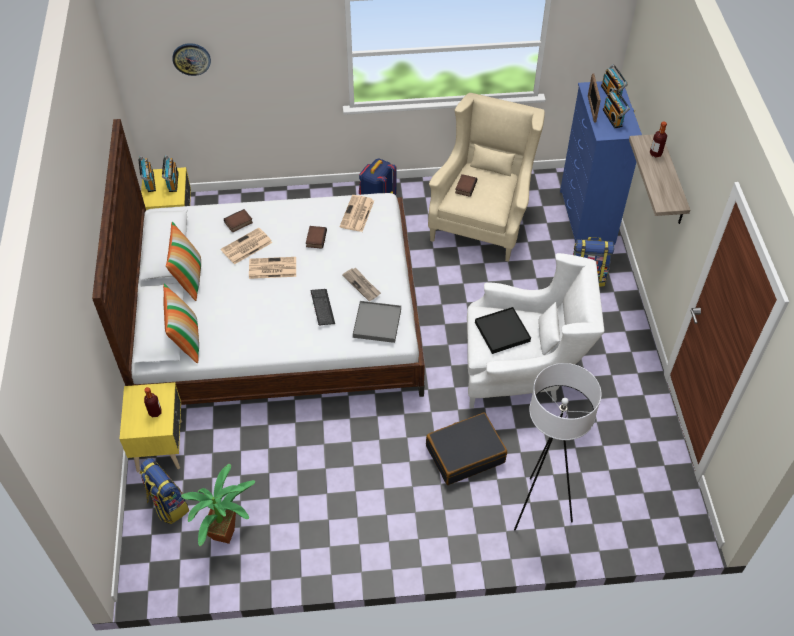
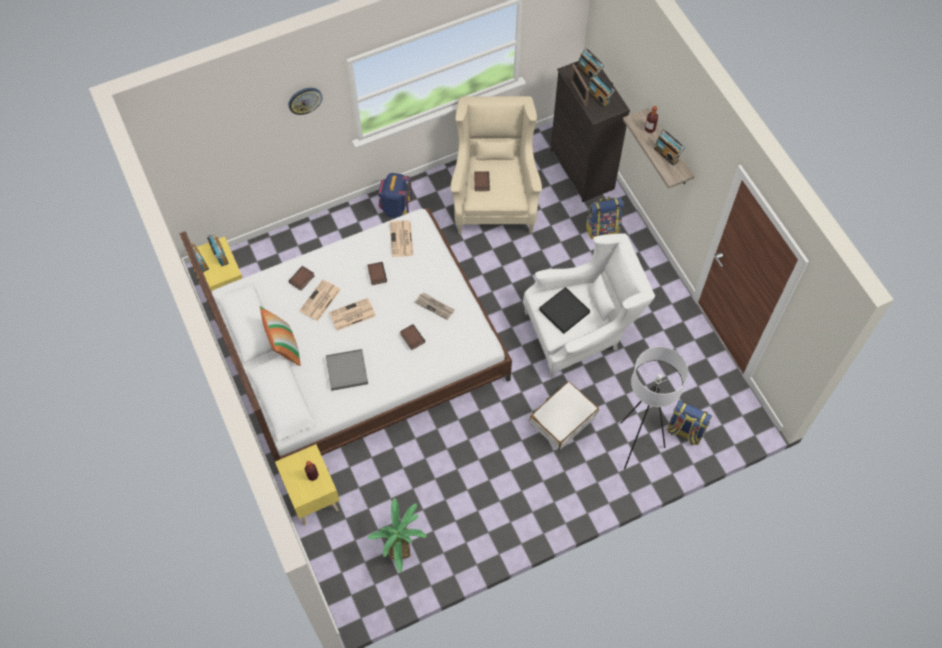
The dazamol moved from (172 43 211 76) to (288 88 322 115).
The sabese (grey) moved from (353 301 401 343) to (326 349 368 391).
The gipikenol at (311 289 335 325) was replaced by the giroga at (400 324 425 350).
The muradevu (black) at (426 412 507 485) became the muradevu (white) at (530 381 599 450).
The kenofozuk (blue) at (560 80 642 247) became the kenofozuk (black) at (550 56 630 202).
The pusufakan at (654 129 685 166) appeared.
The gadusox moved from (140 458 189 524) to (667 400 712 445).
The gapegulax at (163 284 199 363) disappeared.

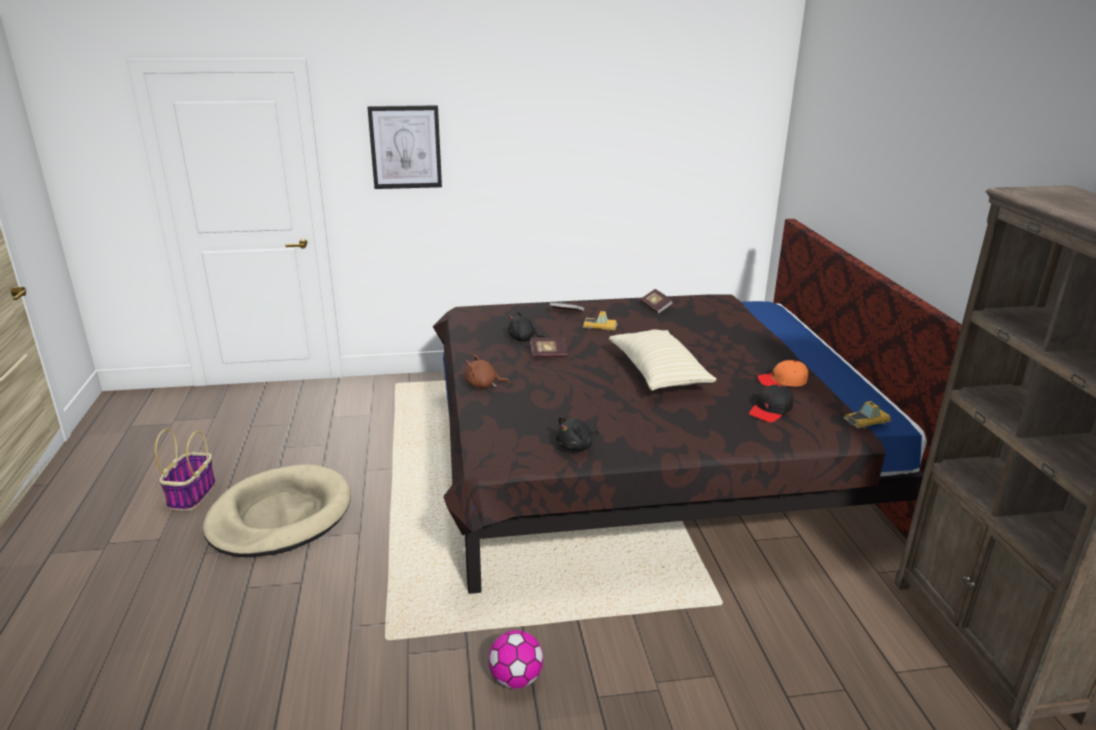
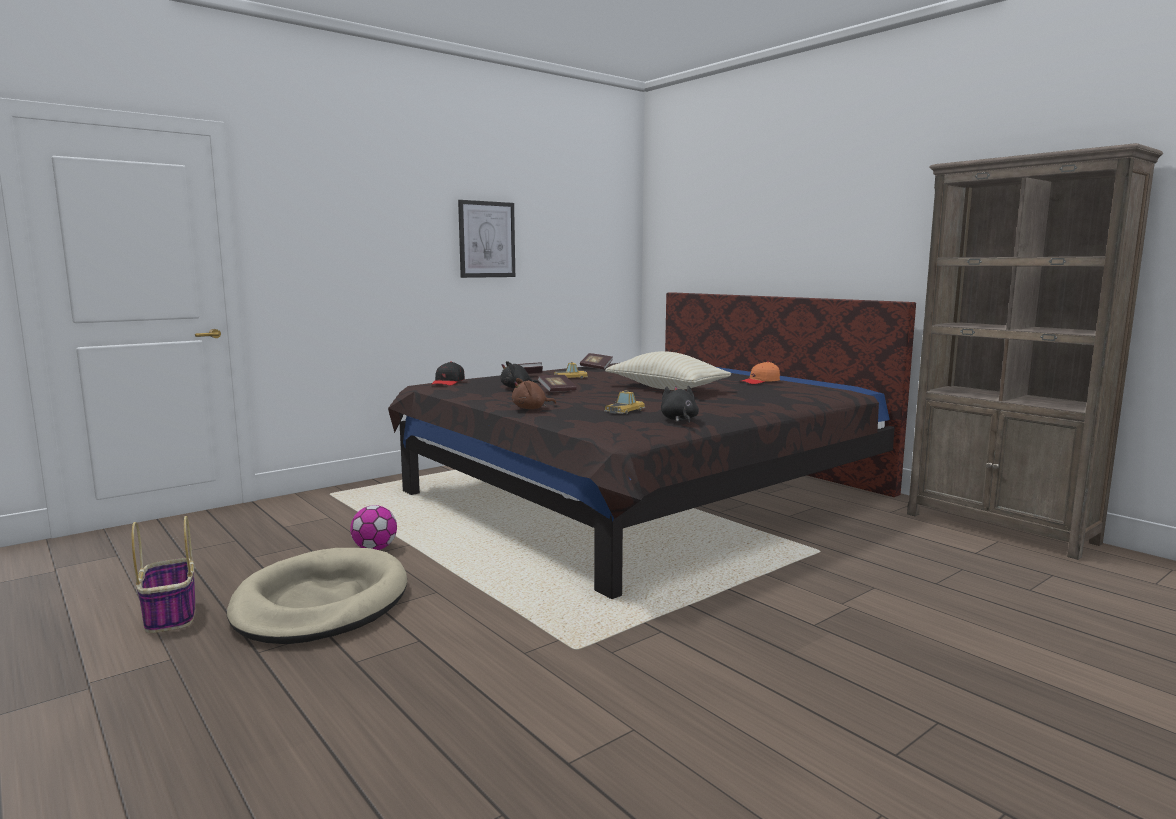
The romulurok moved from (489 630 543 689) to (350 505 397 550).
The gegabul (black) moved from (749 385 794 422) to (431 362 465 386).
The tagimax moved from (367 105 442 189) to (458 200 515 278).
The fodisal moved from (844 401 891 429) to (604 390 645 414).
The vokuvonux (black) at (556 416 599 451) turned 150 degrees clockwise.

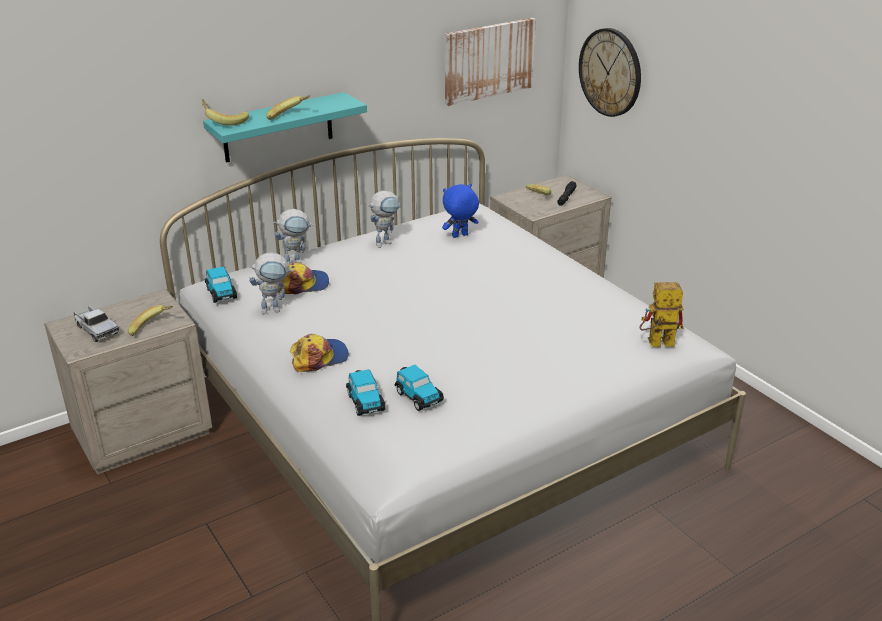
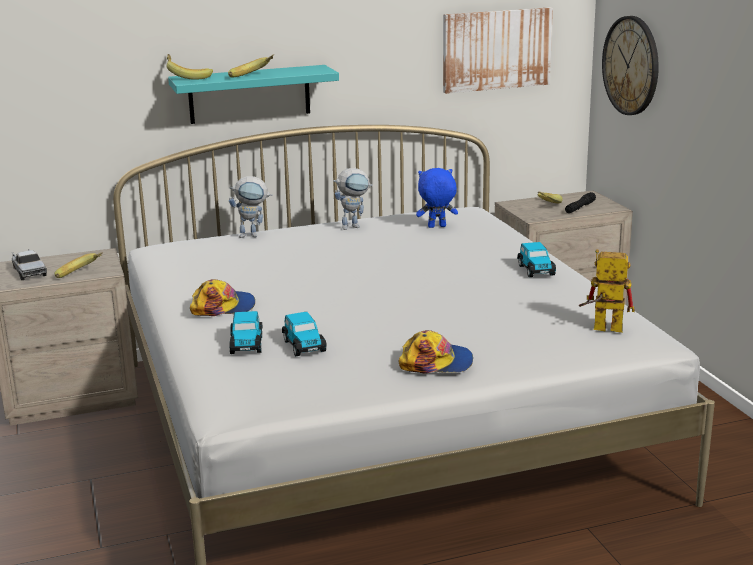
The gegabul moved from (278 262 329 294) to (398 330 473 374).
The fodisal moved from (205 266 237 303) to (517 242 556 277).
The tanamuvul at (249 252 294 315) disappeared.

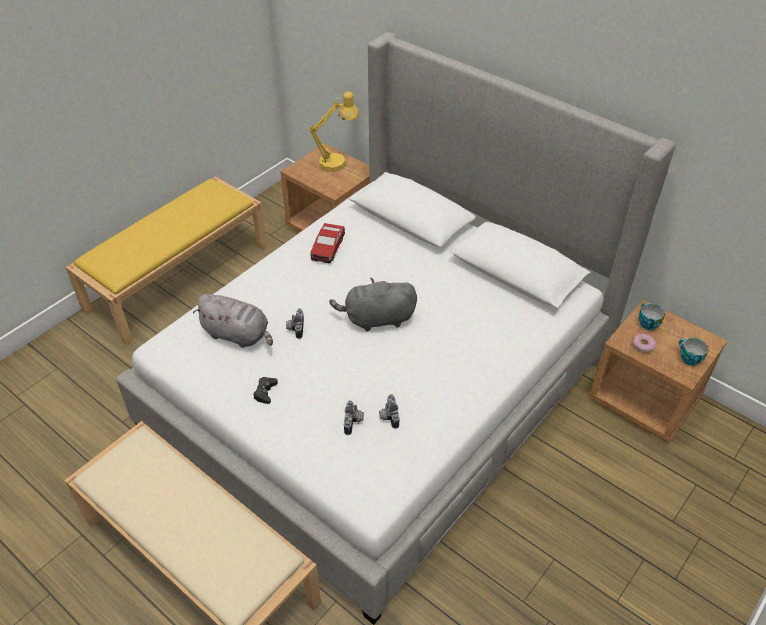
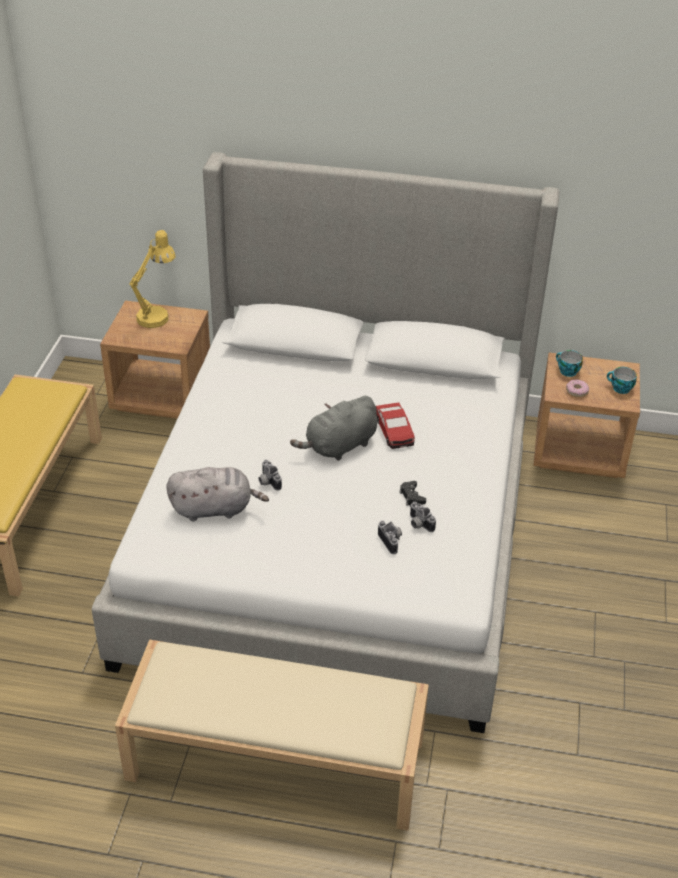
The fodisal moved from (310 223 345 263) to (376 402 415 449).
The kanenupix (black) moved from (253 377 278 404) to (399 481 426 506).

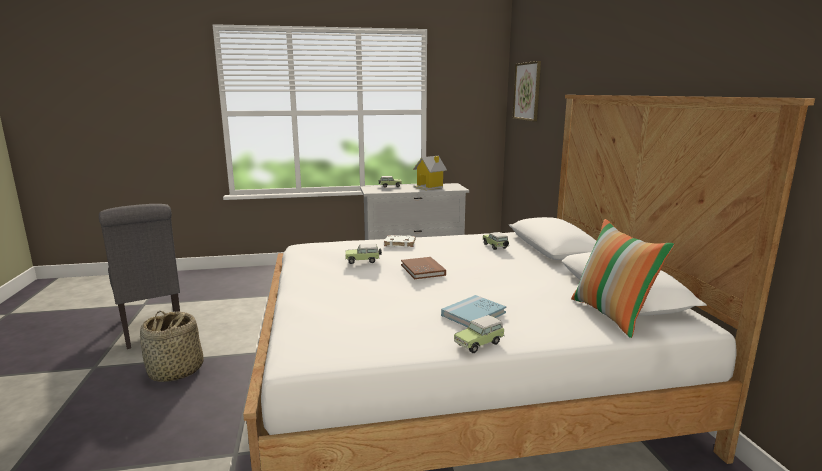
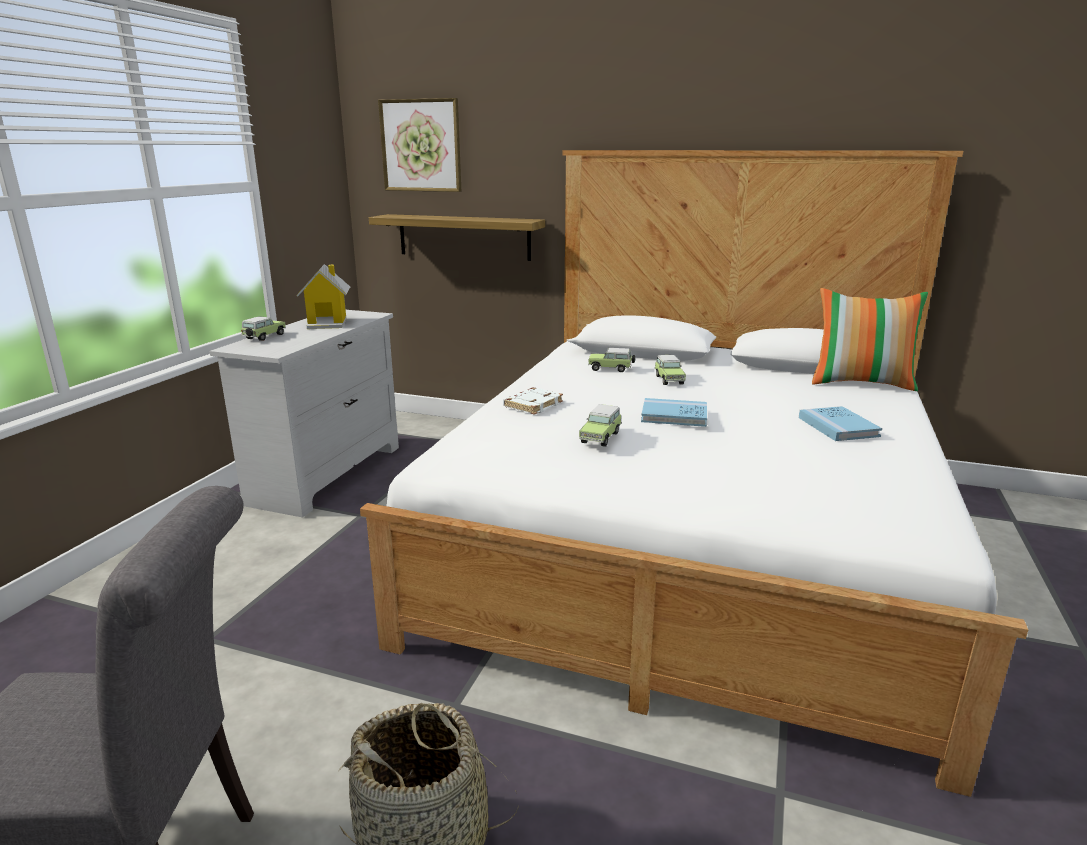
The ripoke at (369 214 545 261) appeared.
The giroga (brown) at (401 257 446 279) became the giroga (blue) at (641 398 707 427).
The fodisal moved from (454 315 505 353) to (654 355 686 385).

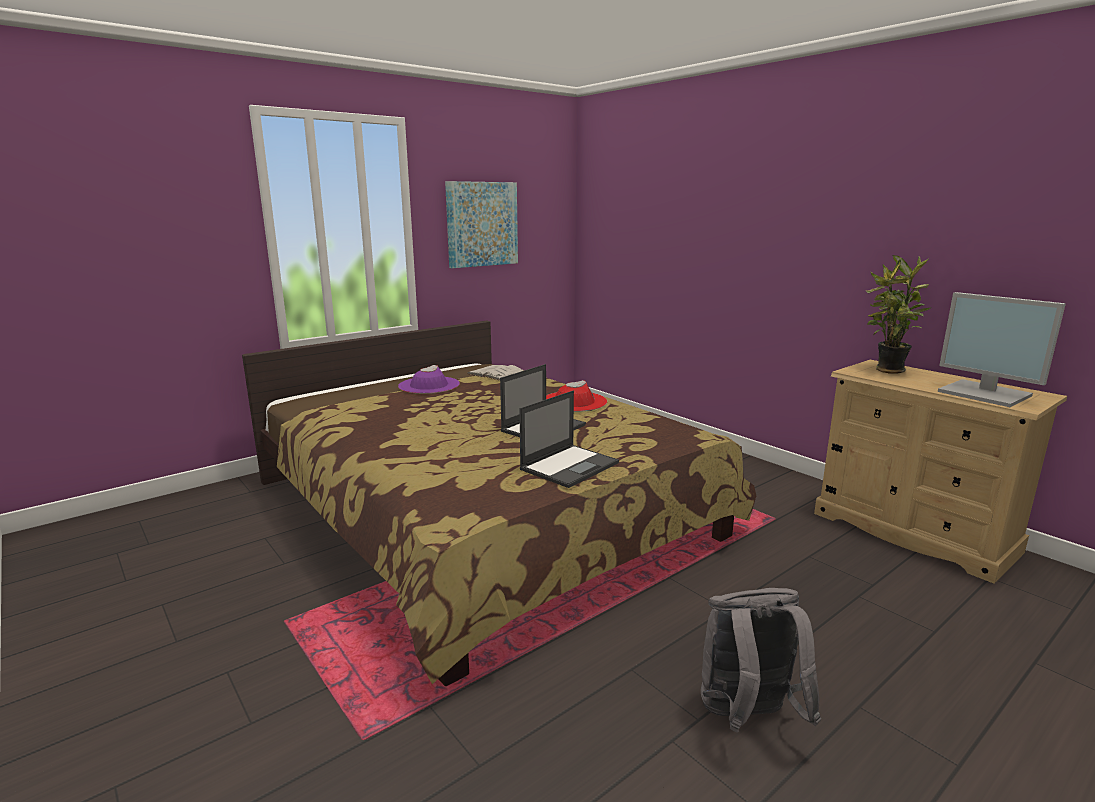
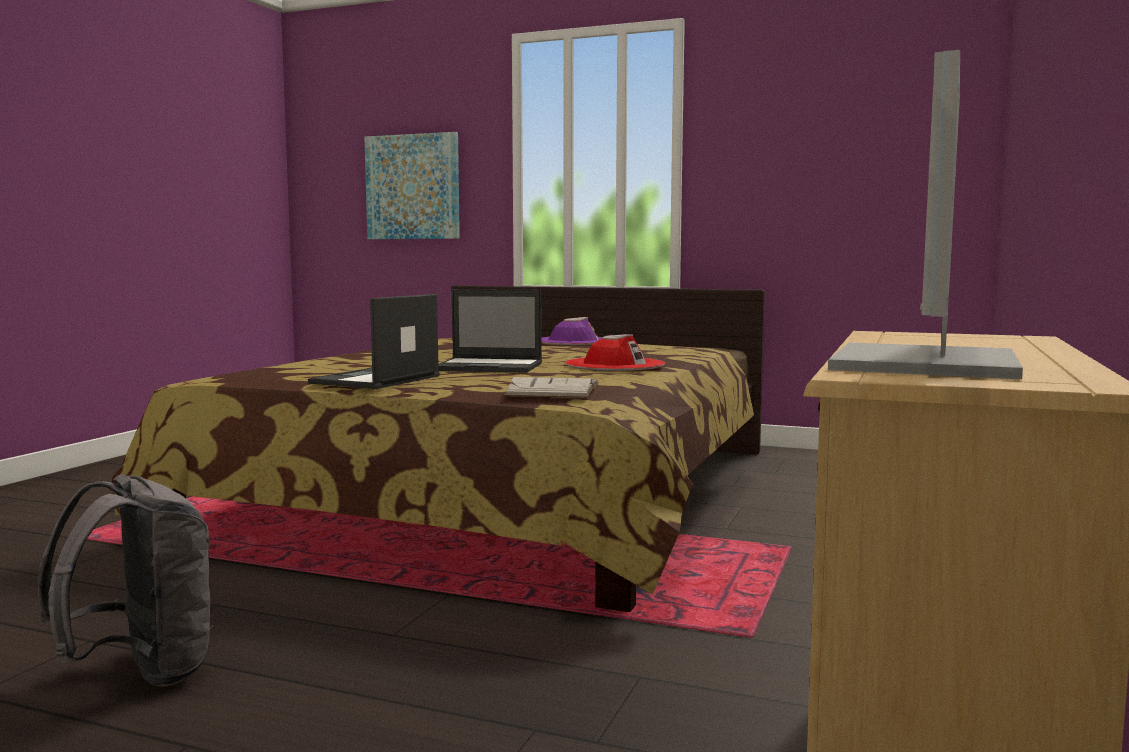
The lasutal at (519 390 619 488) turned 105 degrees clockwise.
The tagimax moved from (445 181 518 268) to (364 132 460 239).
The giroga (white) moved from (467 365 524 381) to (504 377 599 398).
The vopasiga at (866 255 932 374) disappeared.

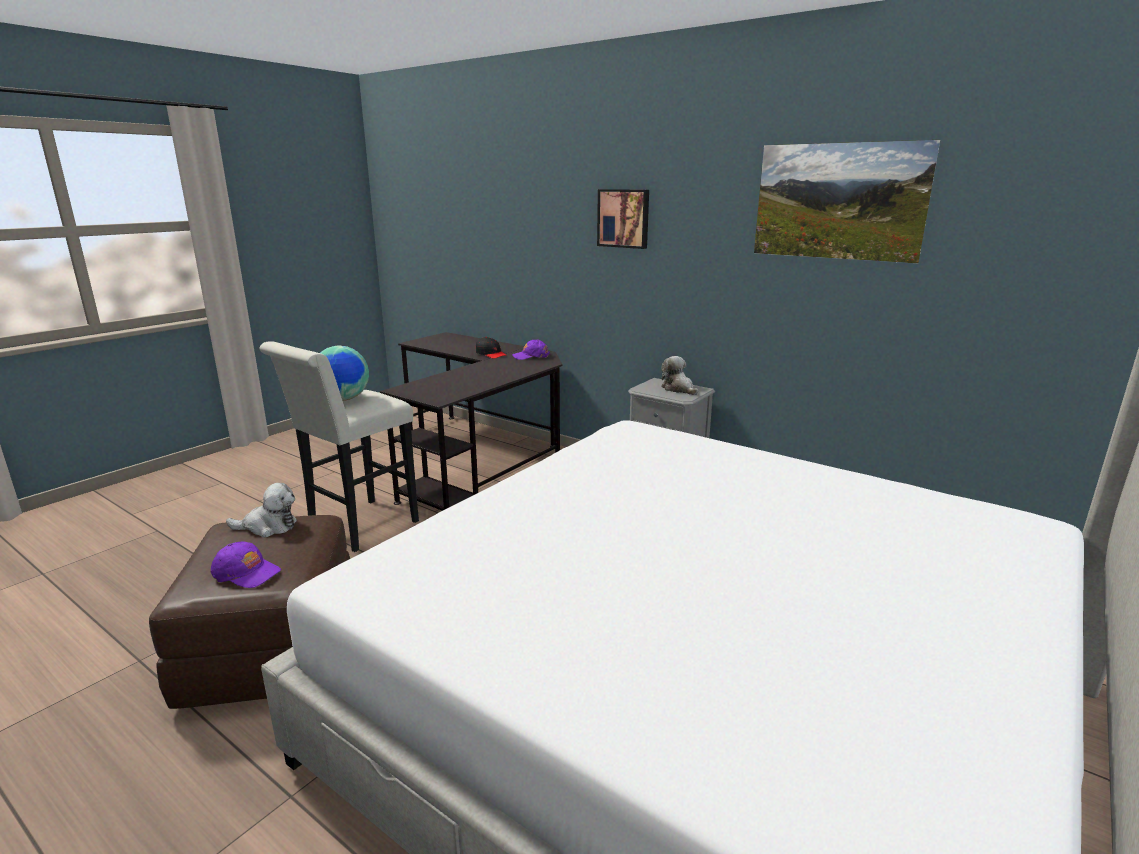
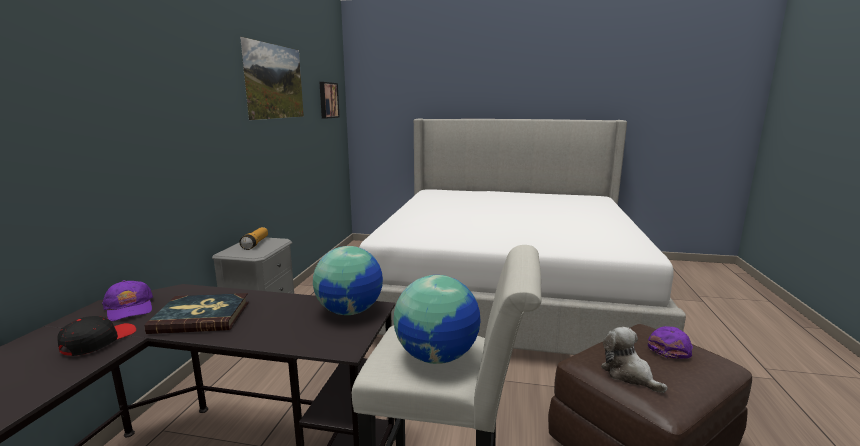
The giroga at (145 293 249 334) appeared.
The vokuvonux at (661 356 698 395) was replaced by the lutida at (239 227 268 250).
The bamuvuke at (313 246 383 315) appeared.
The tagimax moved from (597 189 649 249) to (319 82 340 119).
The gegabul (purple) at (211 541 281 588) turned 45 degrees clockwise.

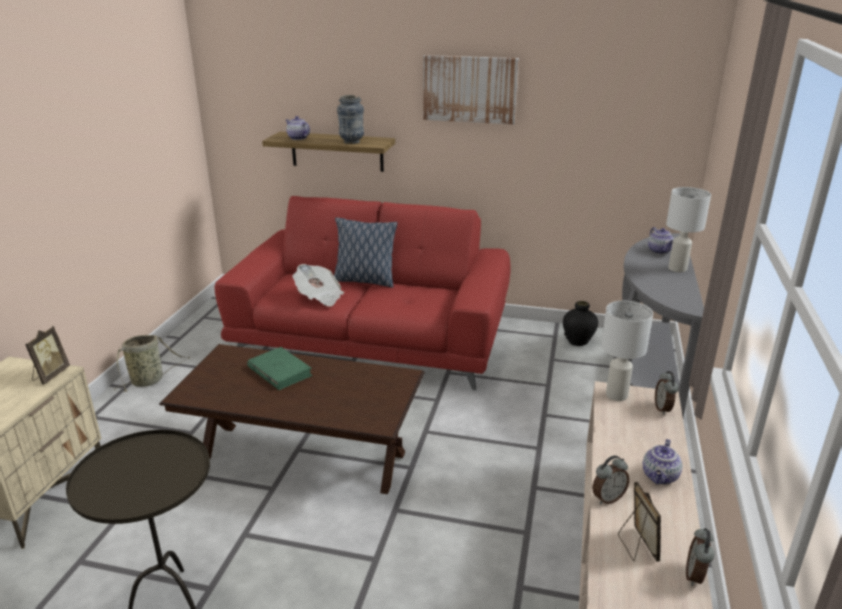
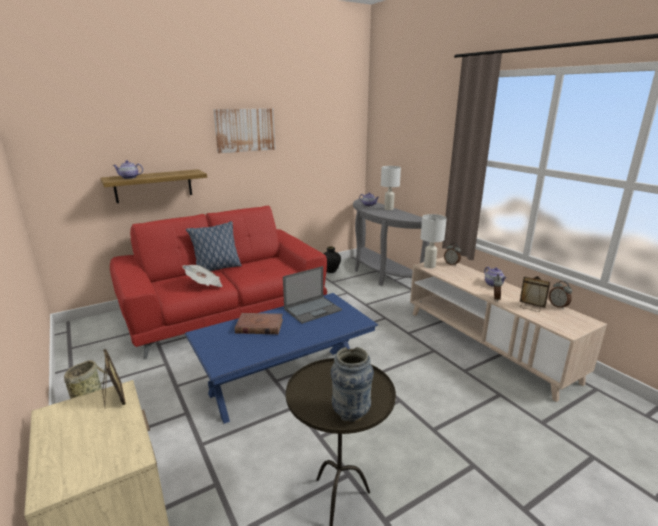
The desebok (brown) at (159 344 425 494) became the desebok (blue) at (185 293 378 424).
The giroga (green) at (247 347 313 390) became the giroga (brown) at (235 313 283 334).
The lasutal at (283 266 342 324) appeared.
The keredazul moved from (337 95 364 144) to (331 347 374 423).

